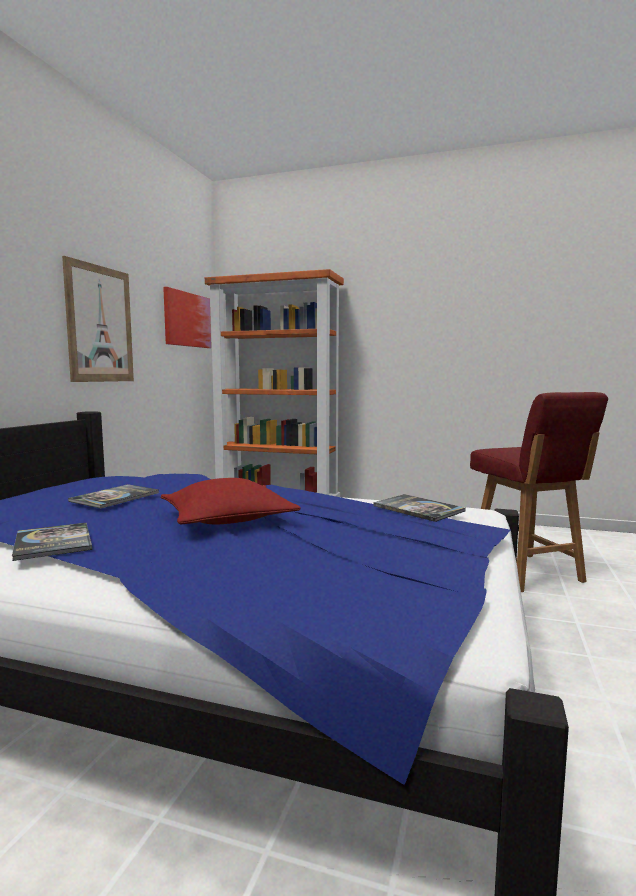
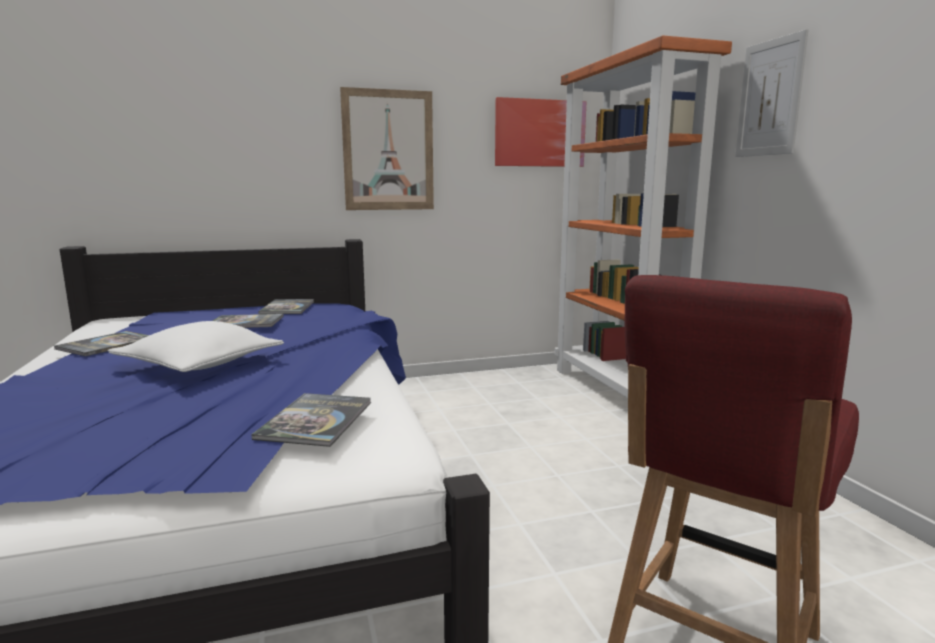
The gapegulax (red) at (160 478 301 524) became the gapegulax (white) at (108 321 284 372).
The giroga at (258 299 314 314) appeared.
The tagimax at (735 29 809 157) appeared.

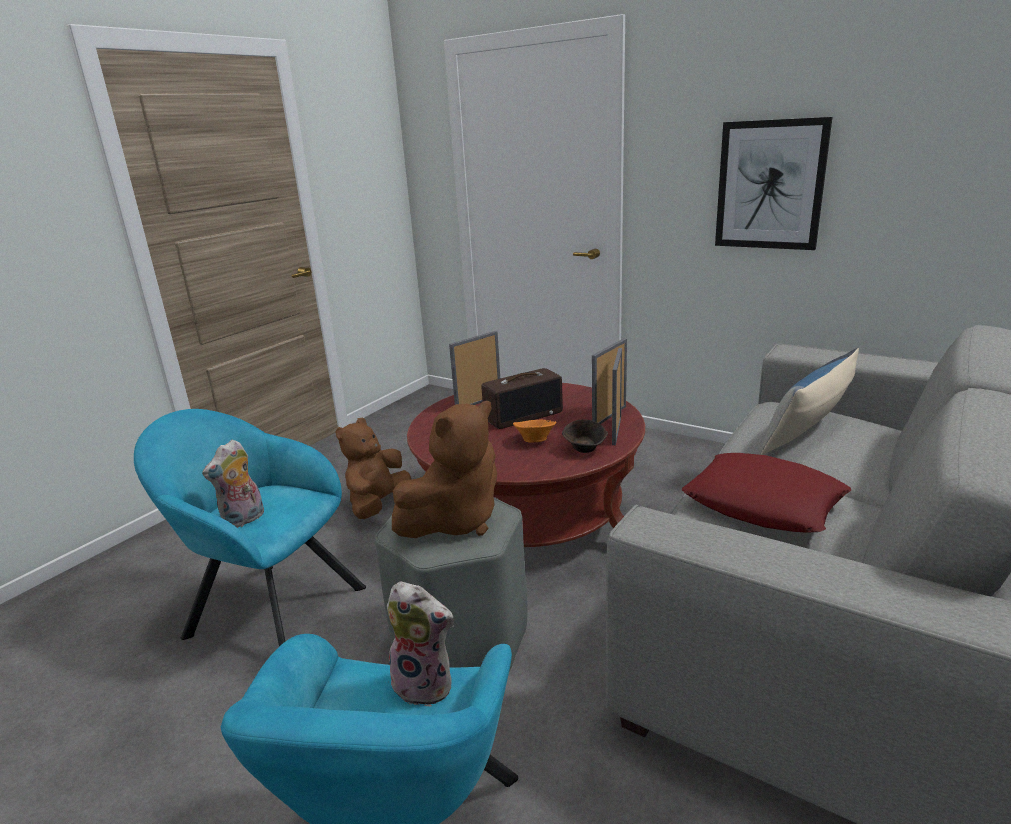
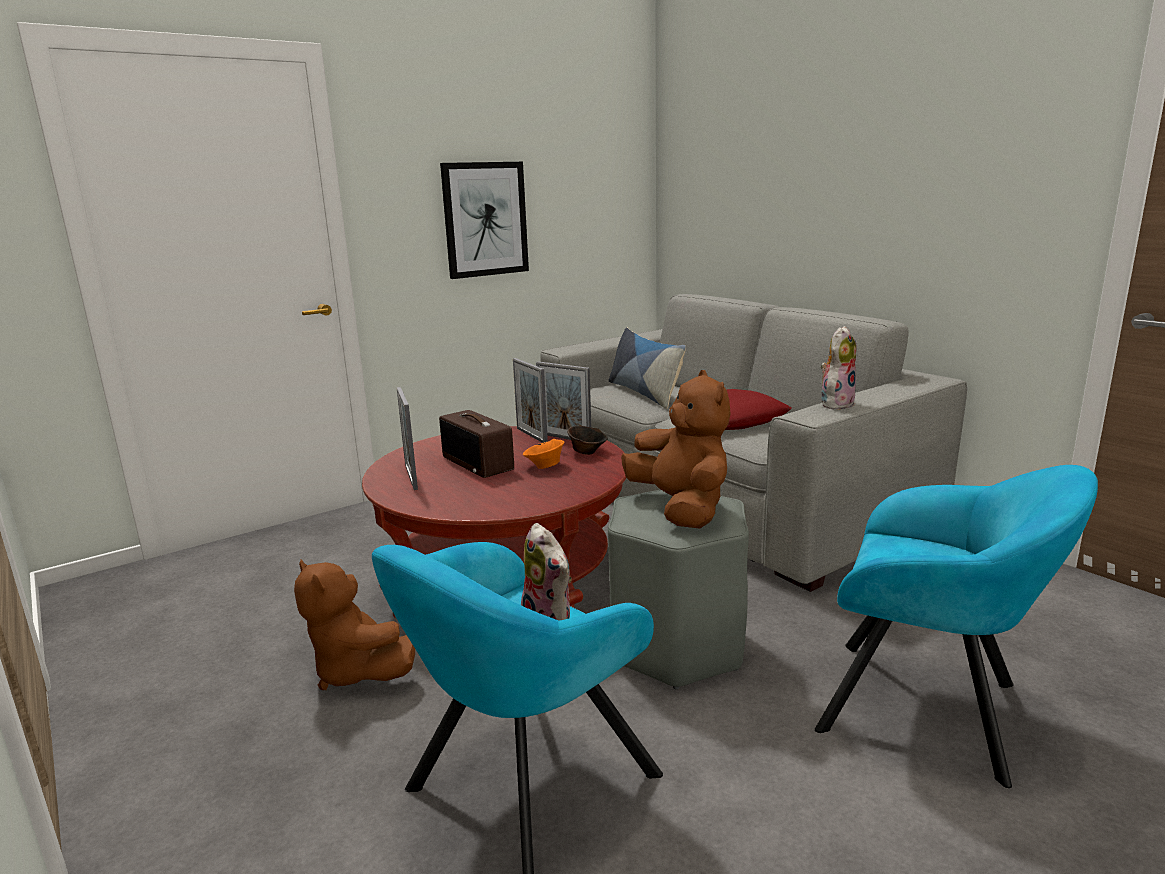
The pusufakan at (482 368 563 429) turned 150 degrees clockwise.
The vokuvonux moved from (387 581 454 707) to (821 326 856 409).

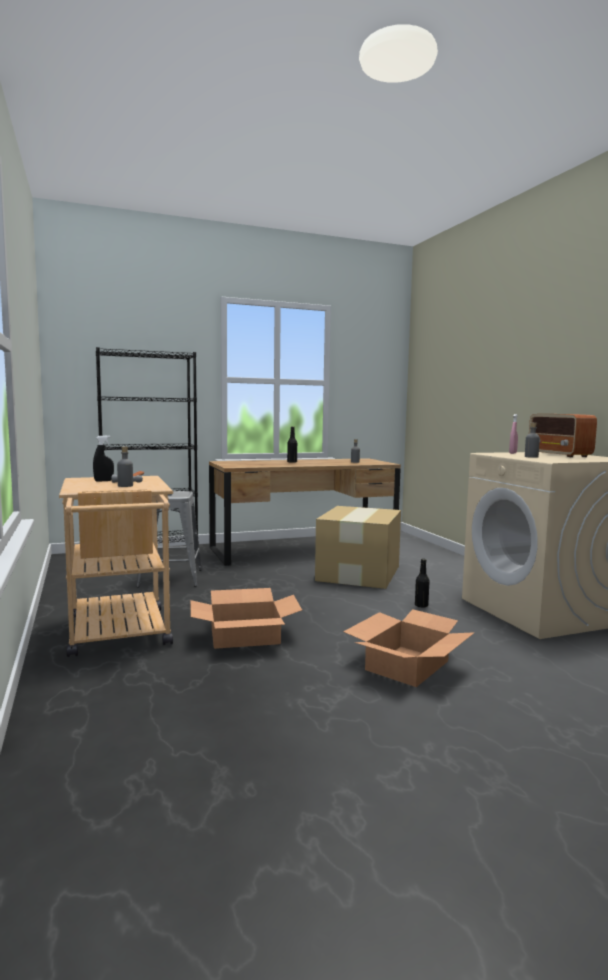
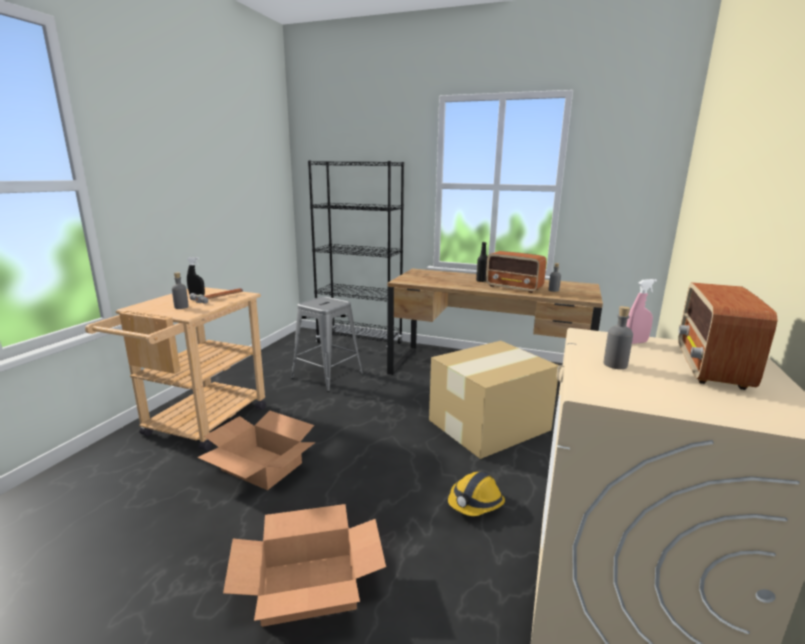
The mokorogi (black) at (415 559 430 607) was replaced by the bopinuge at (448 472 505 516).
The pusufakan at (486 251 546 293) appeared.

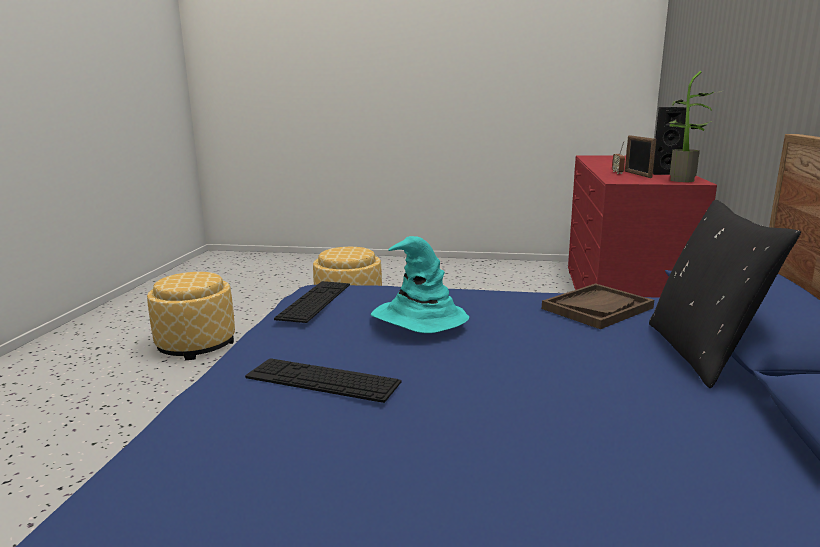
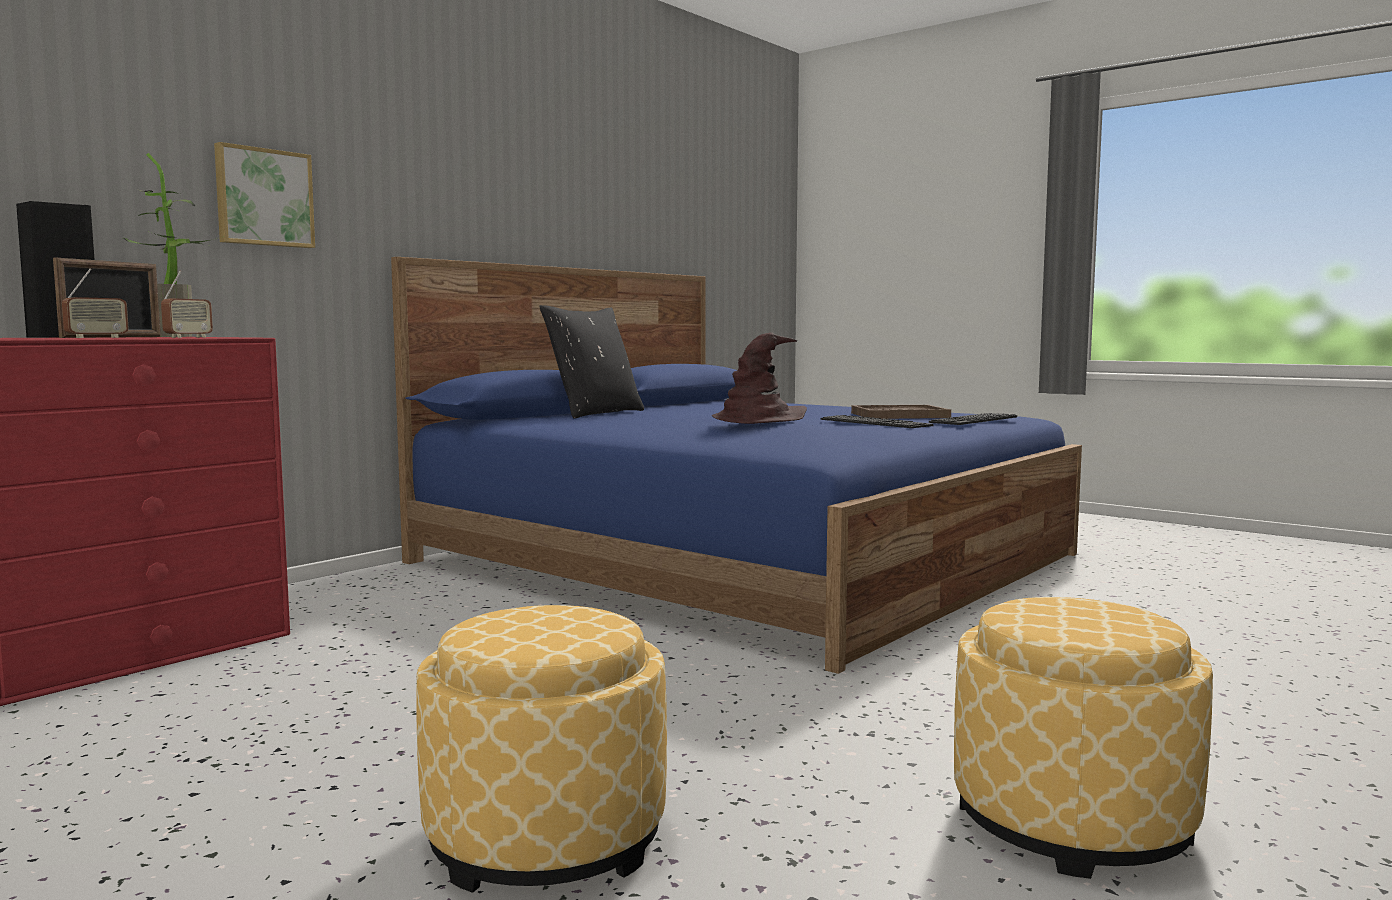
The pusufakan at (161 271 213 338) appeared.
The tagimax at (214 142 315 248) appeared.
The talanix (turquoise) at (371 236 469 333) became the talanix (brown) at (712 333 807 424).
The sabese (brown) moved from (542 283 654 329) to (851 405 951 419).
The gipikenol moved from (274 281 350 323) to (929 413 1017 425).

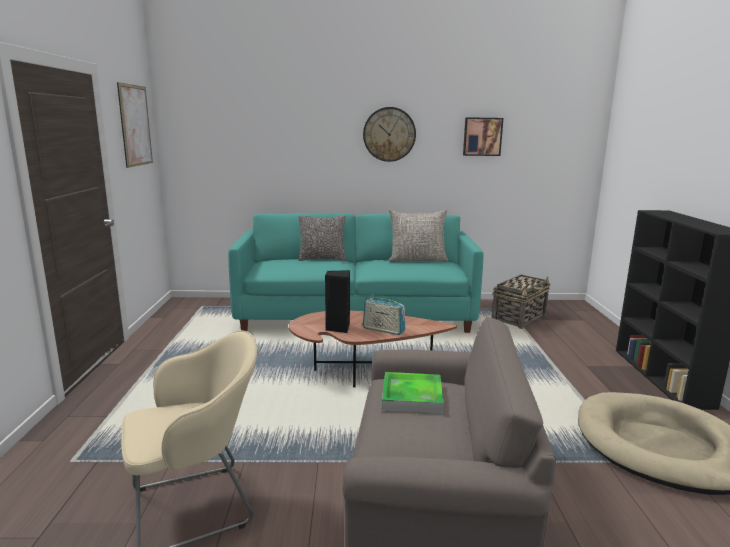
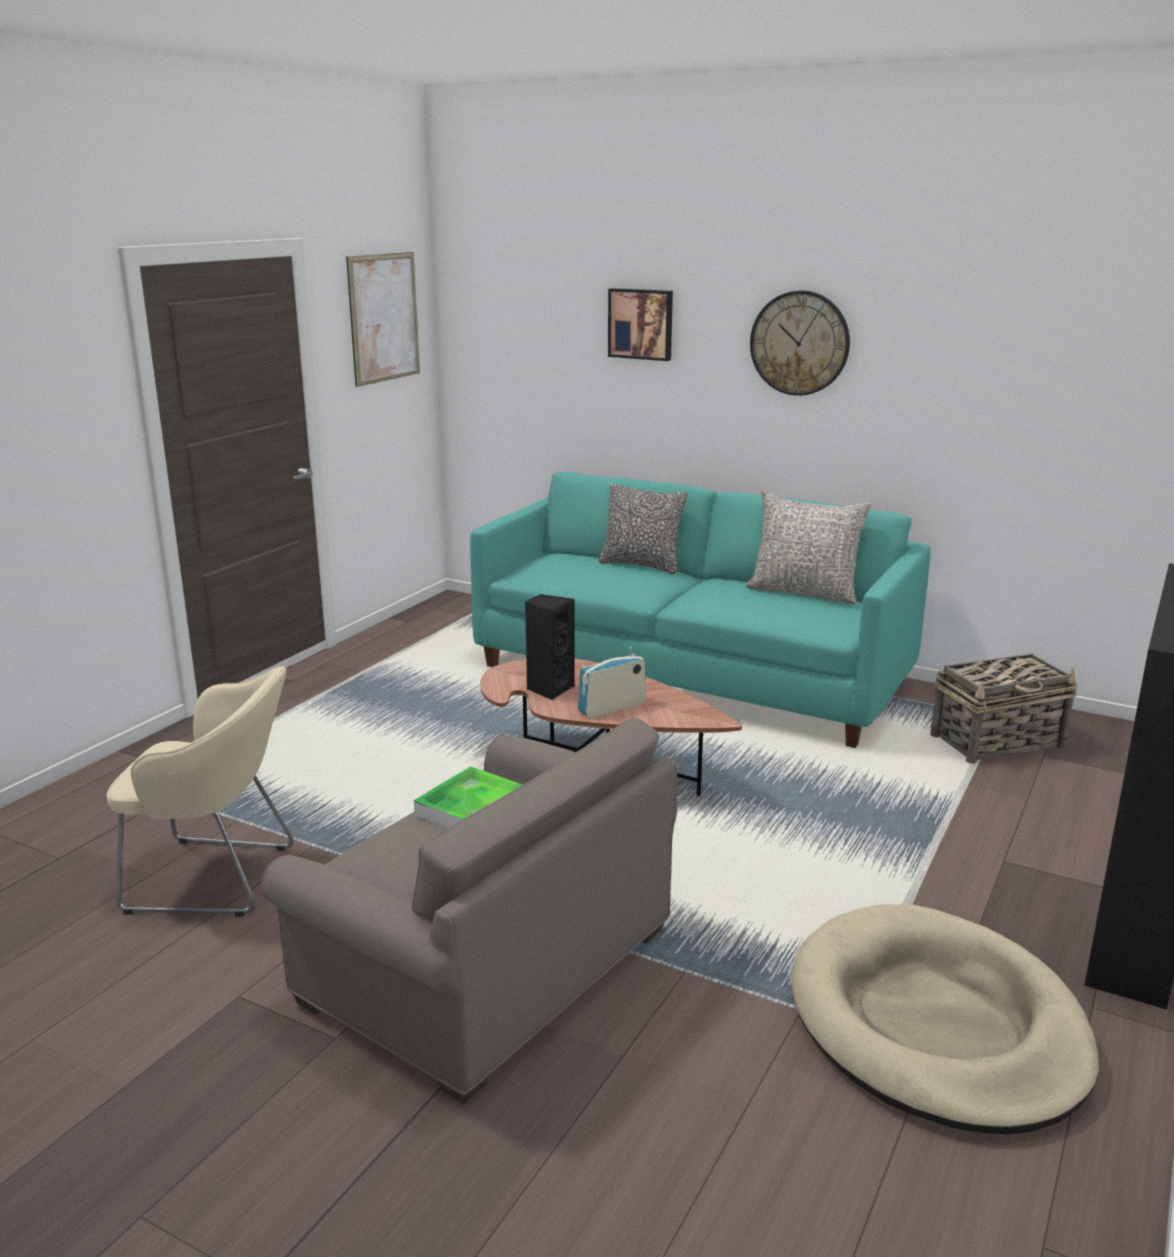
The pusufakan at (363 294 405 335) turned 90 degrees clockwise.
The tagimax moved from (463 117 503 156) to (608 288 673 361).

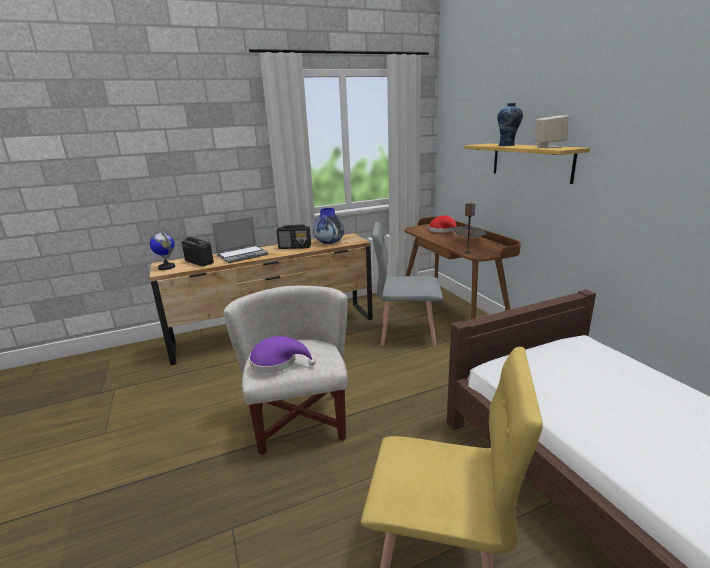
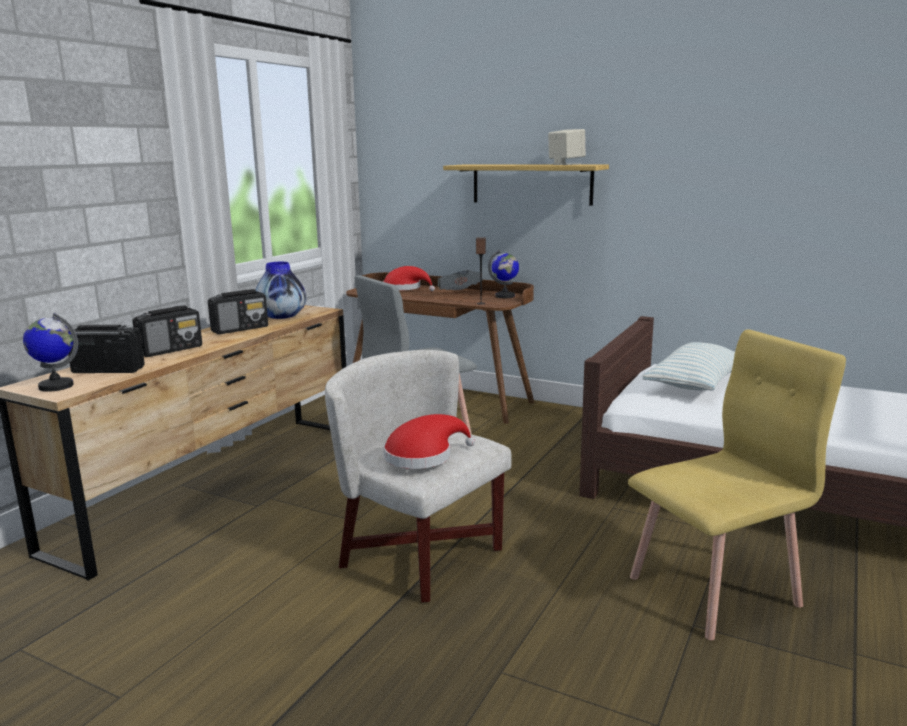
The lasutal at (212 217 268 263) was replaced by the pusufakan at (133 305 202 357).
The talanix (purple) at (249 336 316 373) became the talanix (red) at (384 414 475 469).
The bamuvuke at (488 250 519 298) appeared.
The gapegulax at (643 342 735 390) appeared.
The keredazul at (497 103 523 146) disappeared.

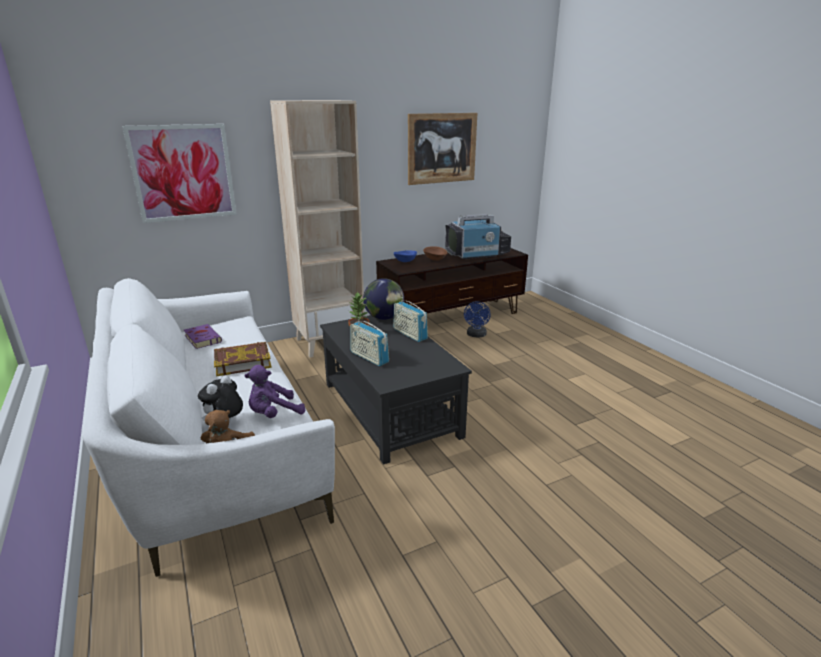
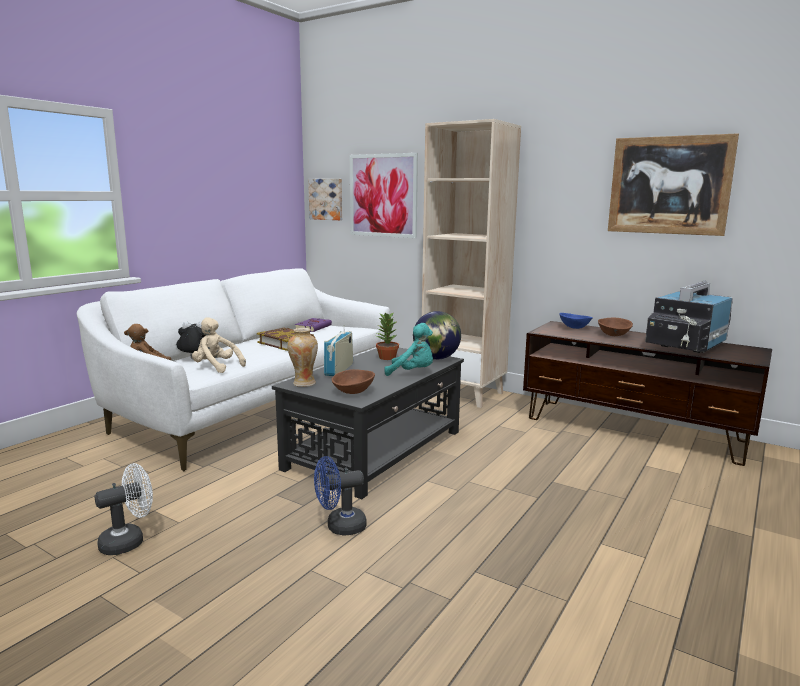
The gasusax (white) at (95 463 153 555) appeared.
The vokuvonux (purple) at (245 365 305 418) became the vokuvonux (beige) at (192 317 246 373).
The keredazul at (288 328 318 387) appeared.
The tagimax at (308 179 342 220) appeared.
The gasusax (blue) moved from (464 301 491 337) to (314 456 367 536).
The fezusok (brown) at (332 369 375 394) appeared.
The pusufakan at (393 297 428 342) was replaced by the vokuvonux (turquoise) at (384 323 433 376).
The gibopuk at (445 214 511 260) turned 90 degrees clockwise.

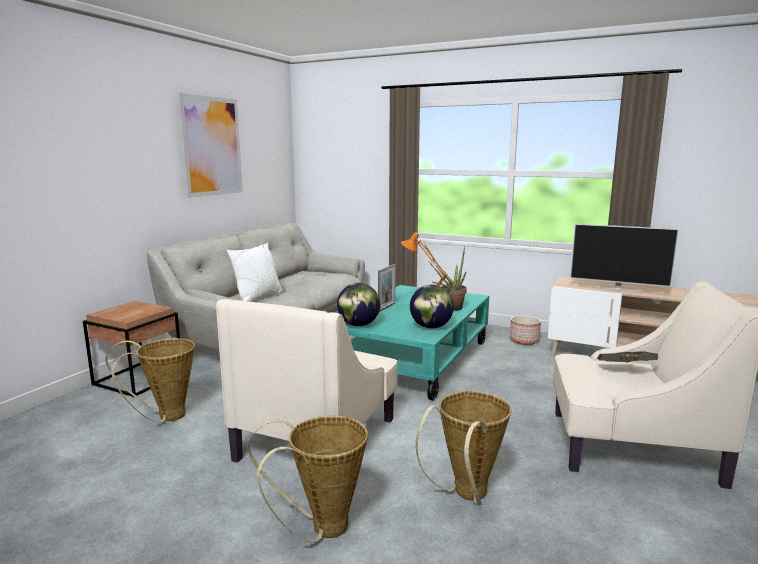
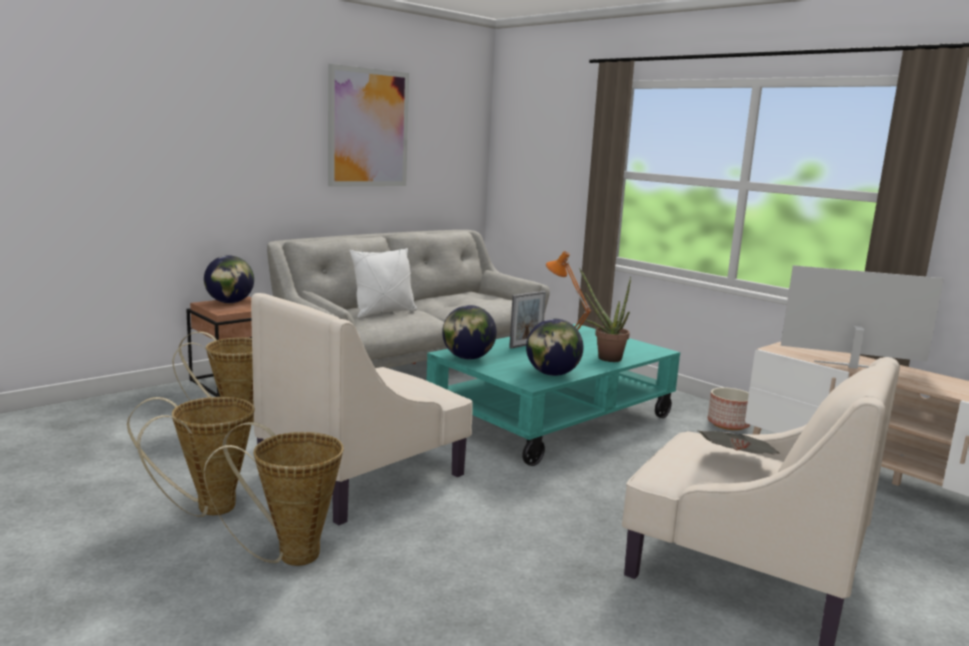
The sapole moved from (416 391 511 505) to (127 397 255 517).
The bamuvuke at (204 255 254 303) appeared.
The gibopuk at (570 224 679 292) turned 150 degrees clockwise.

